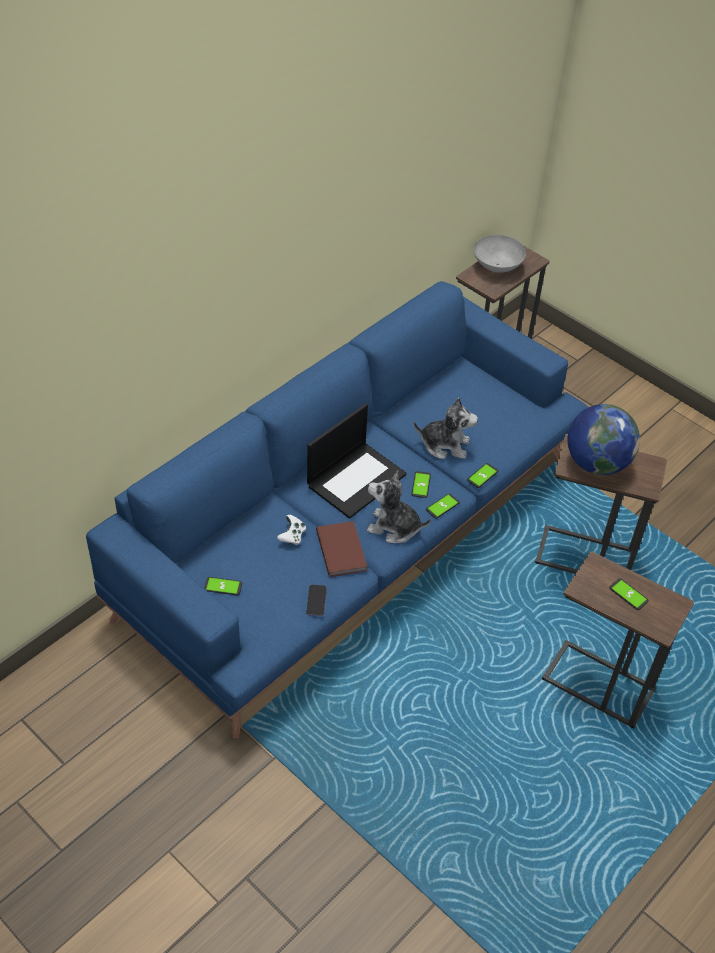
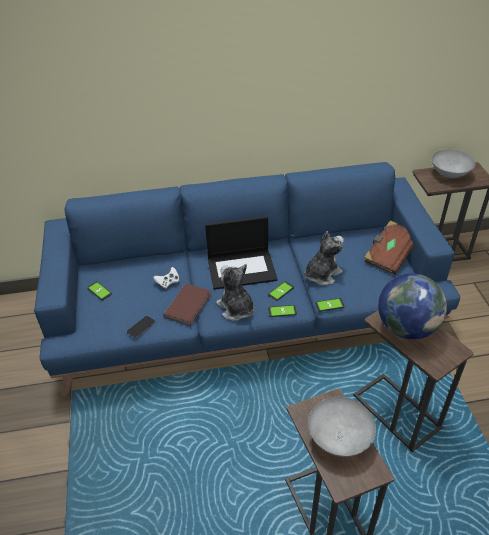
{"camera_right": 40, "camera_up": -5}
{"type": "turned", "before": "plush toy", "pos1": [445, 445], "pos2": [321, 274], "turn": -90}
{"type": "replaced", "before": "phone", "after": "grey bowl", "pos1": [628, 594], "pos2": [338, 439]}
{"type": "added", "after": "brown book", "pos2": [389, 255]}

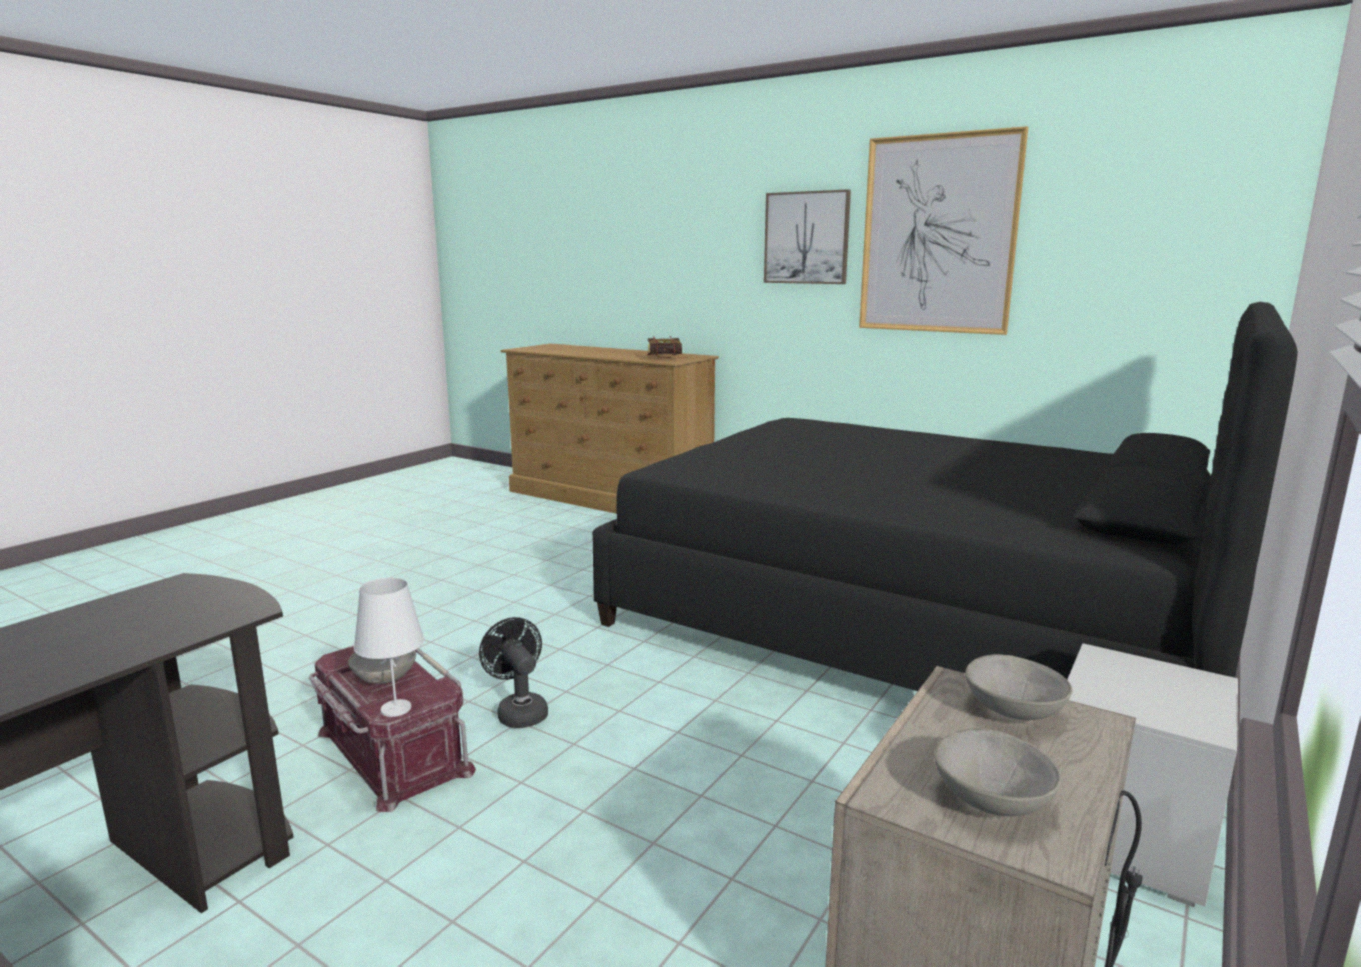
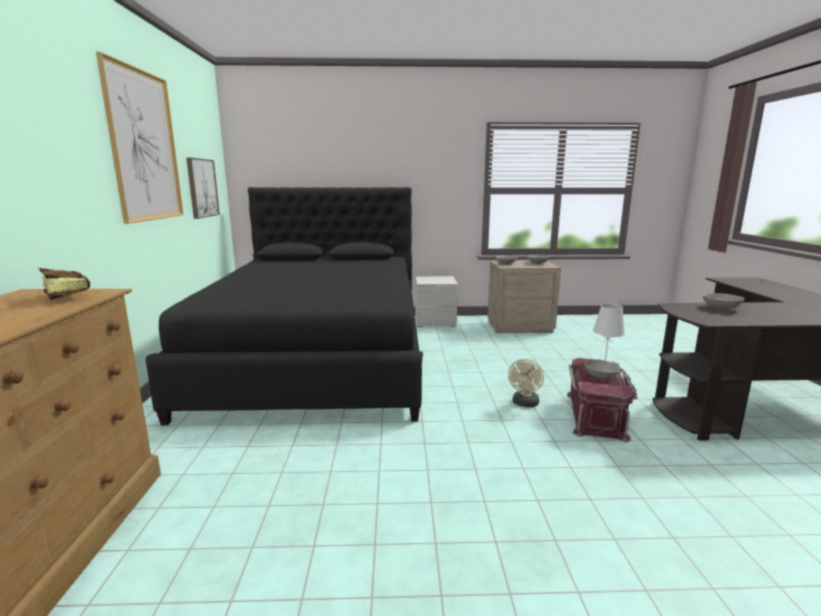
{"camera_right": -125, "camera_up": 0}
{"type": "moved", "before": "picture", "pos1": [807, 238], "pos2": [202, 188]}
{"type": "recoloured", "before": "black fan", "after": "beige fan", "pos1": [519, 711], "pos2": [525, 404]}
{"type": "added", "after": "grey bowl", "pos2": [721, 308]}

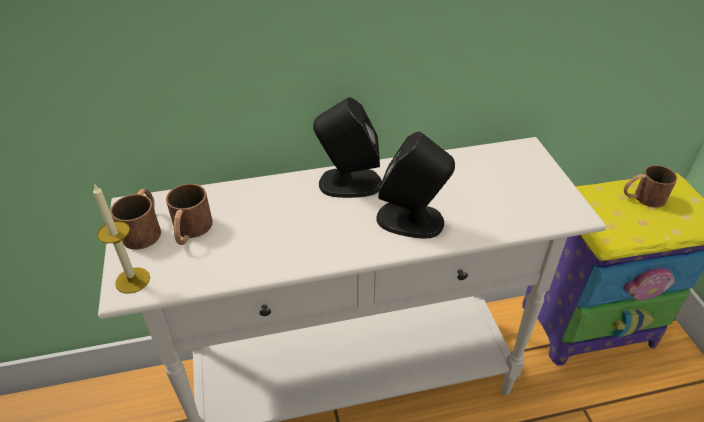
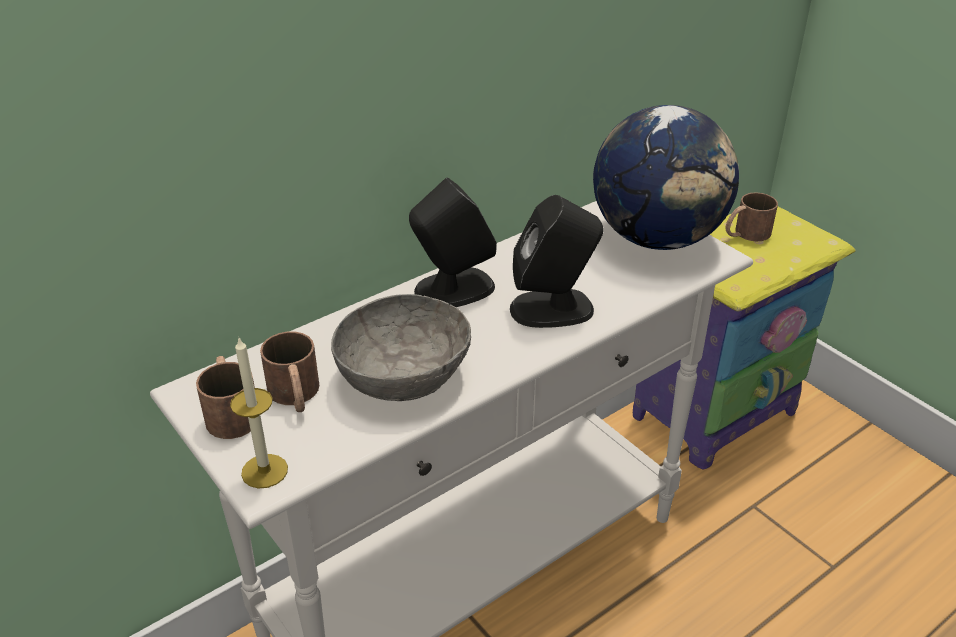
{"camera_right": -25, "camera_up": -5}
{"type": "added", "after": "grey bowl", "pos2": [403, 375]}
{"type": "added", "after": "globe", "pos2": [657, 238]}

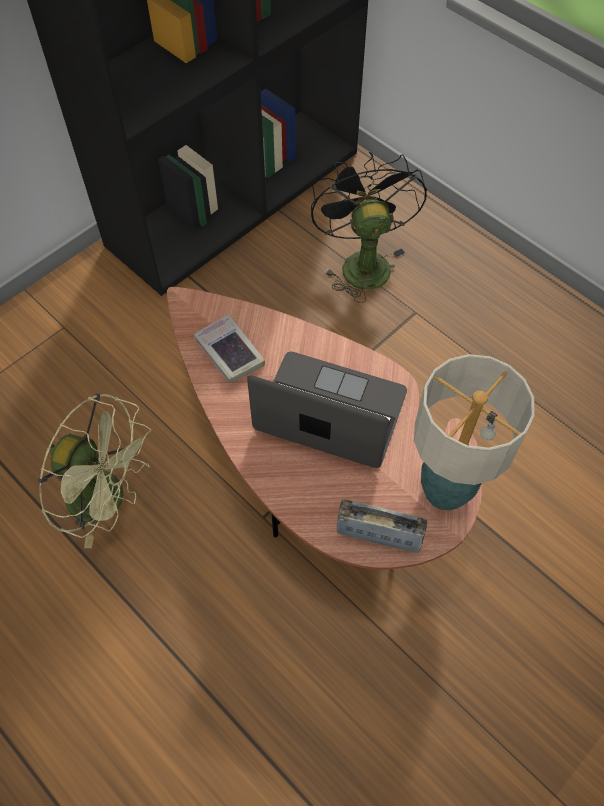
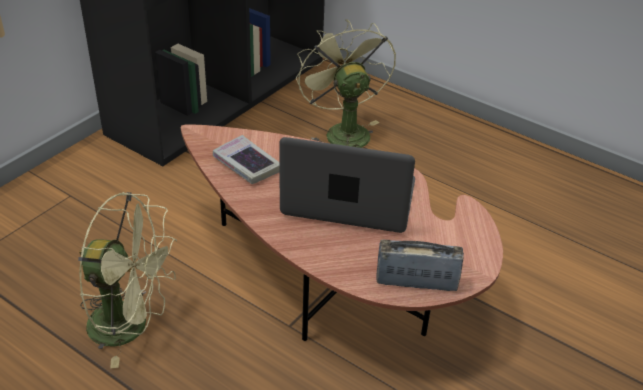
{"camera_right": -10, "camera_up": -20}
{"type": "recoloured", "before": "black fan", "after": "green fan", "pos1": [361, 262], "pos2": [342, 131]}
{"type": "removed", "before": "table lamp", "pos1": [446, 490]}

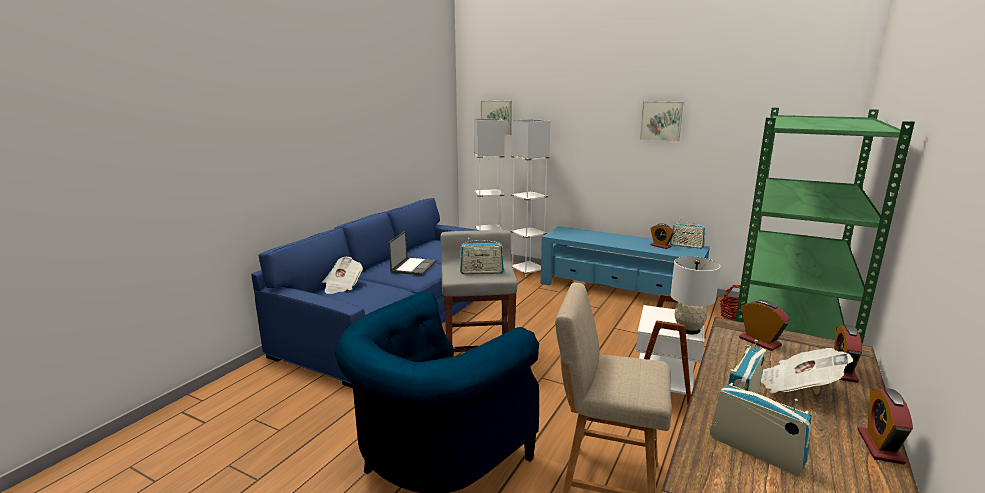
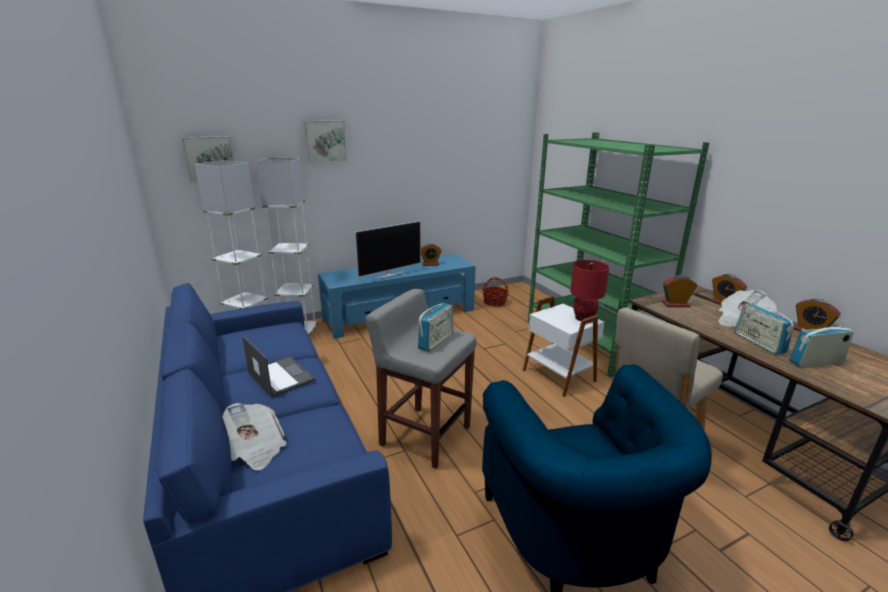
{"camera_right": -55, "camera_up": 5}
{"type": "moved", "before": "picture", "pos1": [661, 121], "pos2": [325, 141]}
{"type": "added", "after": "television", "pos2": [389, 275]}
{"type": "recoloured", "before": "white table lamp", "after": "red table lamp", "pos1": [689, 329], "pos2": [584, 318]}
{"type": "removed", "before": "radio", "pos1": [686, 246]}

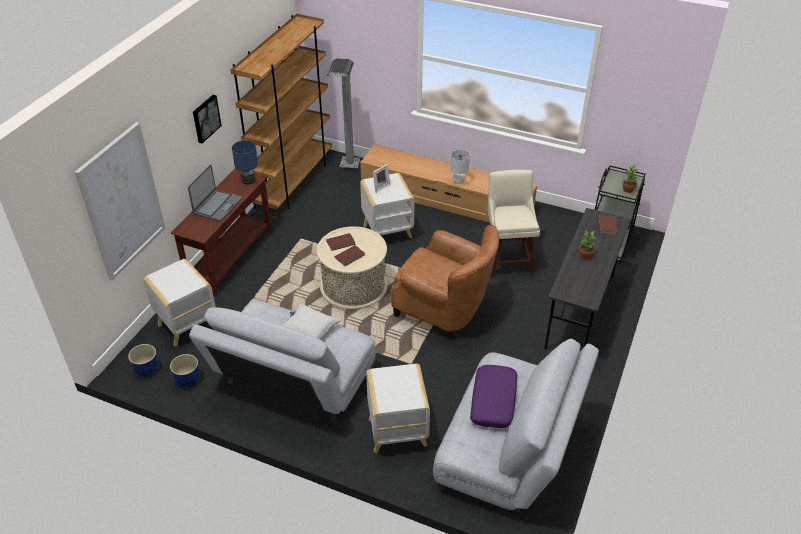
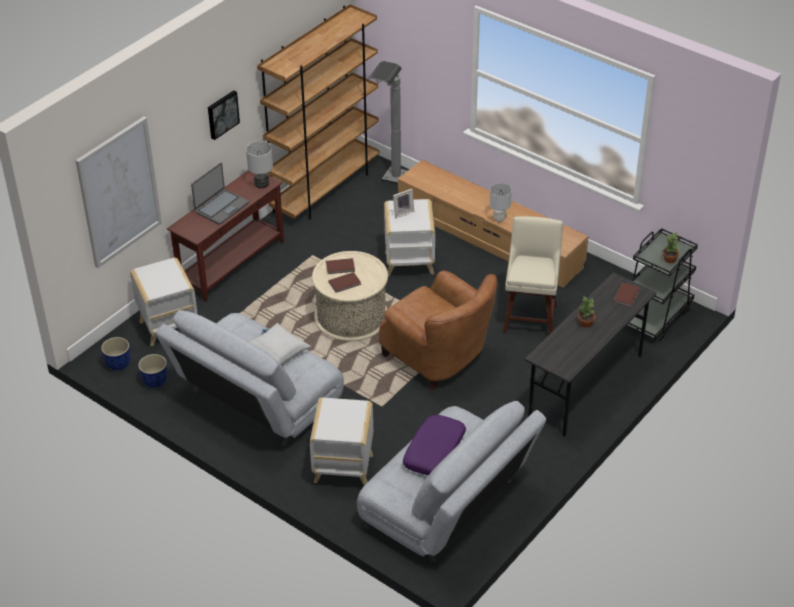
{"camera_right": 15, "camera_up": 0}
{"type": "recoloured", "before": "blue table lamp", "after": "grey table lamp", "pos1": [249, 180], "pos2": [262, 184]}

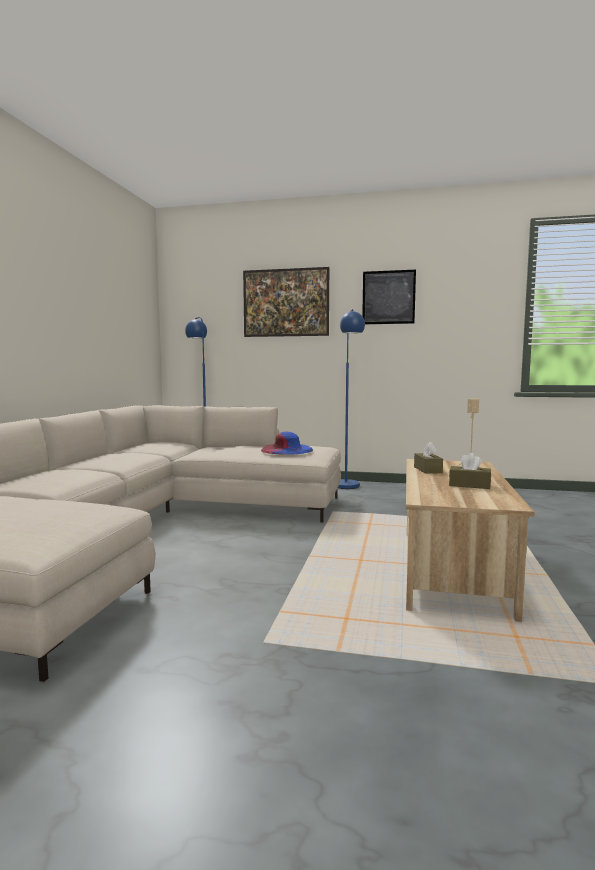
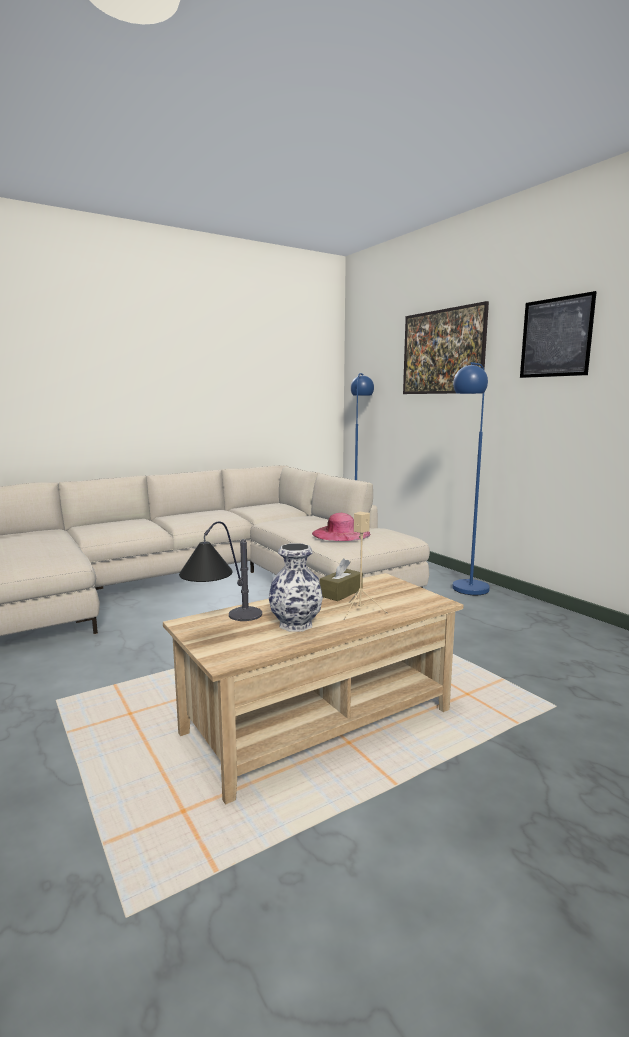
{"camera_right": 45, "camera_up": 5}
{"type": "added", "after": "table lamp", "pos2": [223, 626]}
{"type": "replaced", "before": "brown tissue box", "after": "vase", "pos1": [469, 485], "pos2": [295, 624]}
{"type": "recoloured", "before": "blue hat", "after": "pink hat", "pos1": [286, 450], "pos2": [341, 533]}

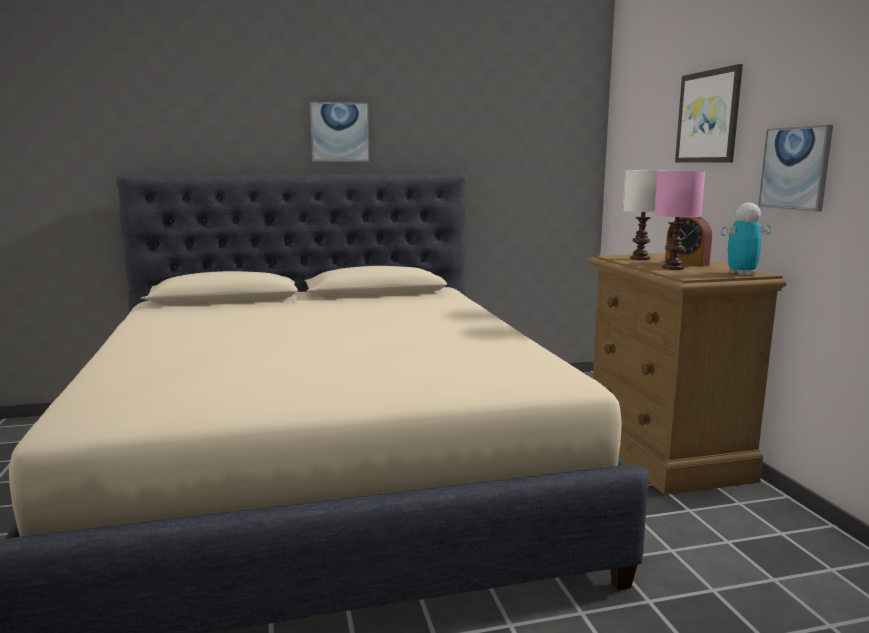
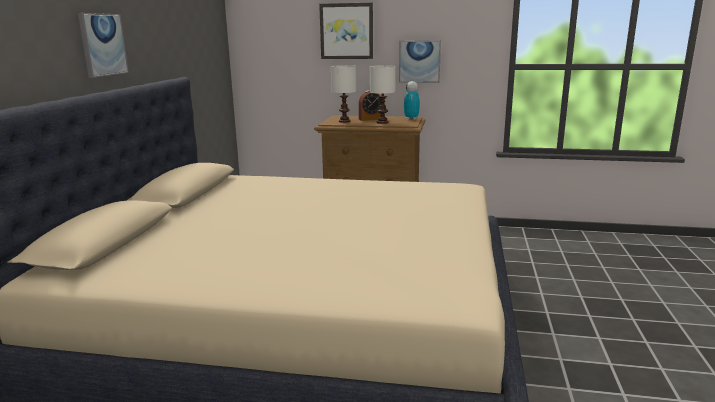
{"camera_right": -65, "camera_up": 5}
{"type": "recoloured", "before": "pink table lamp", "after": "white table lamp", "pos1": [672, 268], "pos2": [382, 122]}

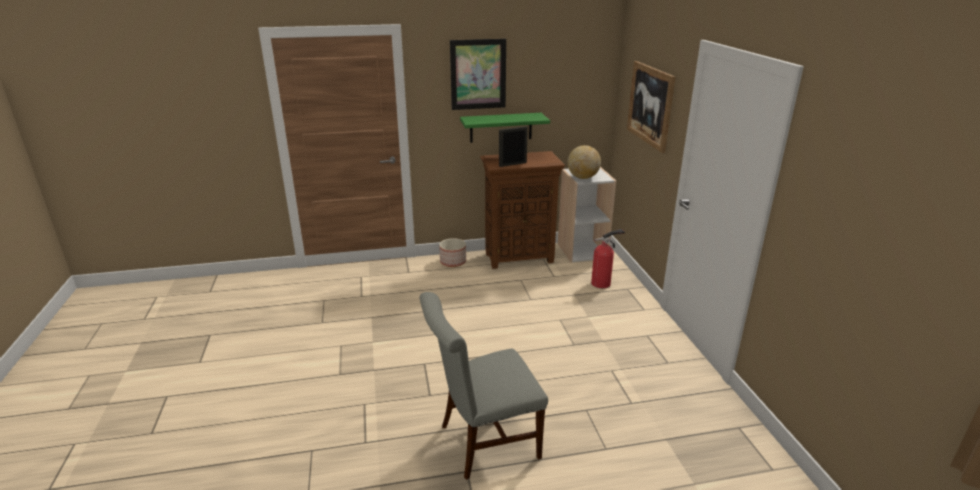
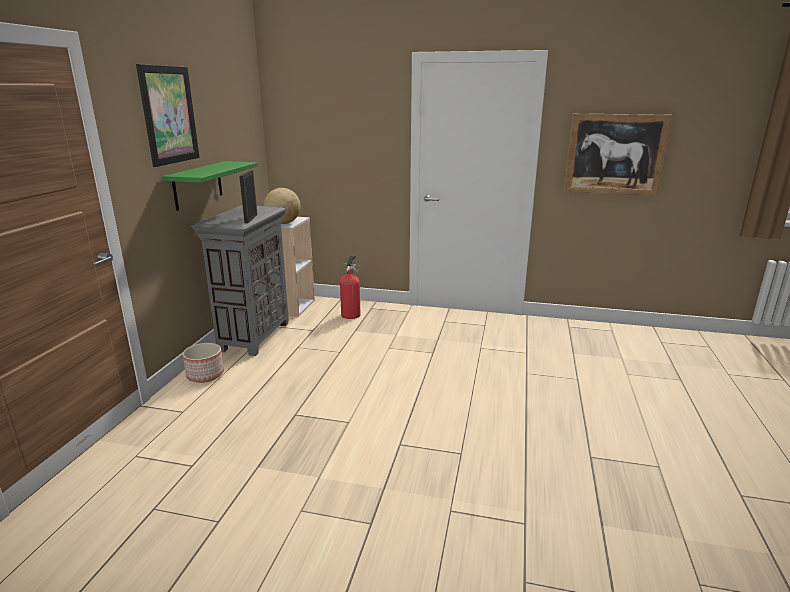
{"camera_right": -65, "camera_up": -5}
{"type": "recoloured", "before": "brown cabinet", "after": "grey cabinet", "pos1": [519, 257], "pos2": [254, 336]}
{"type": "moved", "before": "picture", "pos1": [650, 105], "pos2": [615, 154]}
{"type": "removed", "before": "grey chair", "pos1": [483, 442]}

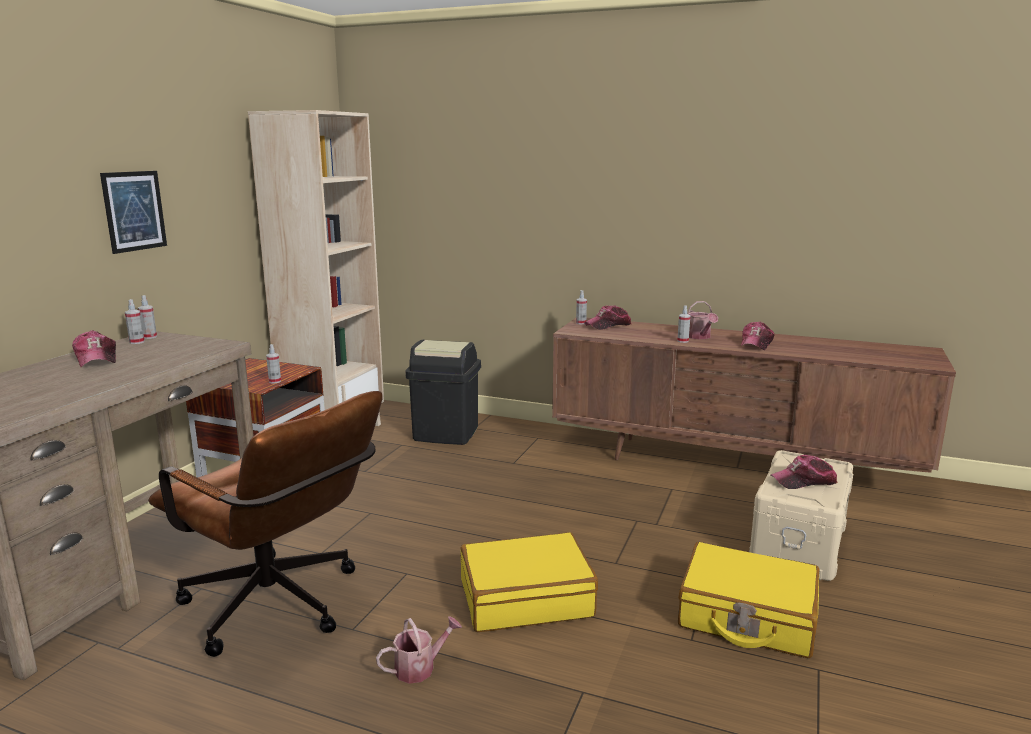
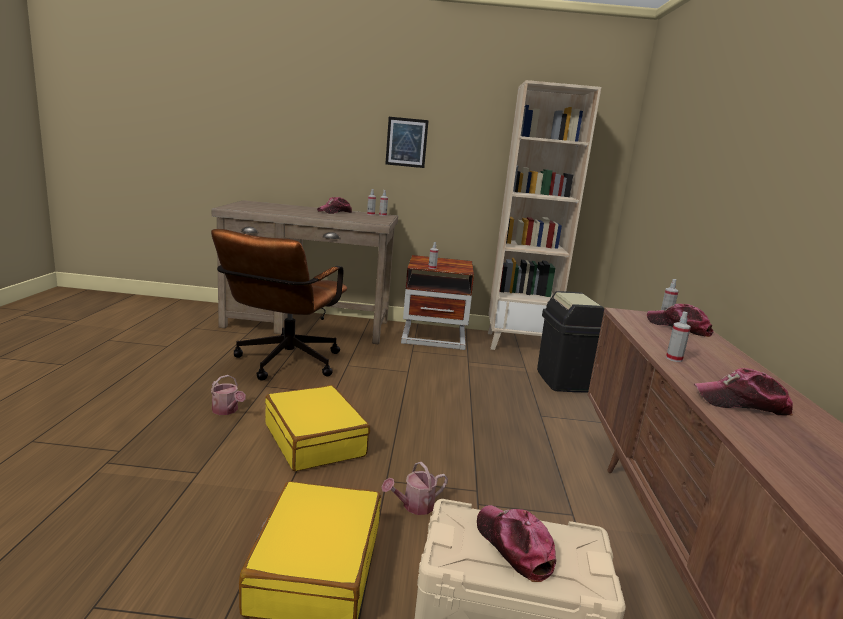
{"camera_right": 70, "camera_up": 0}
{"type": "moved", "before": "watering can", "pos1": [699, 337], "pos2": [414, 506]}

